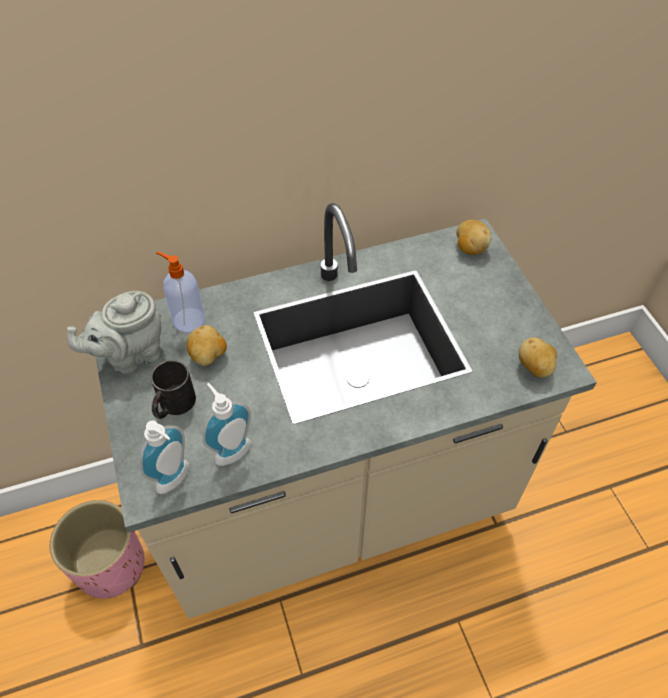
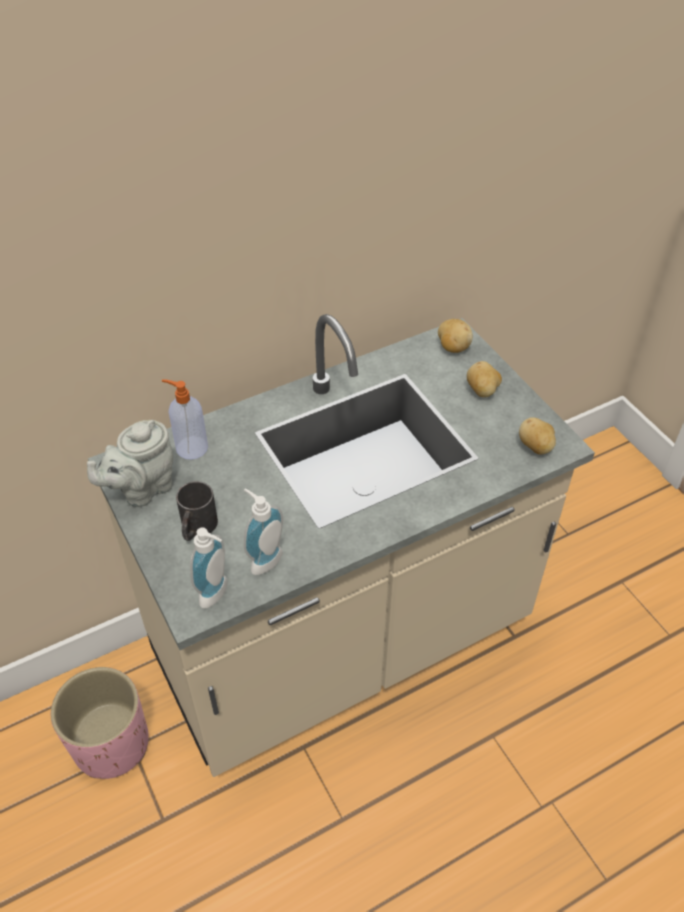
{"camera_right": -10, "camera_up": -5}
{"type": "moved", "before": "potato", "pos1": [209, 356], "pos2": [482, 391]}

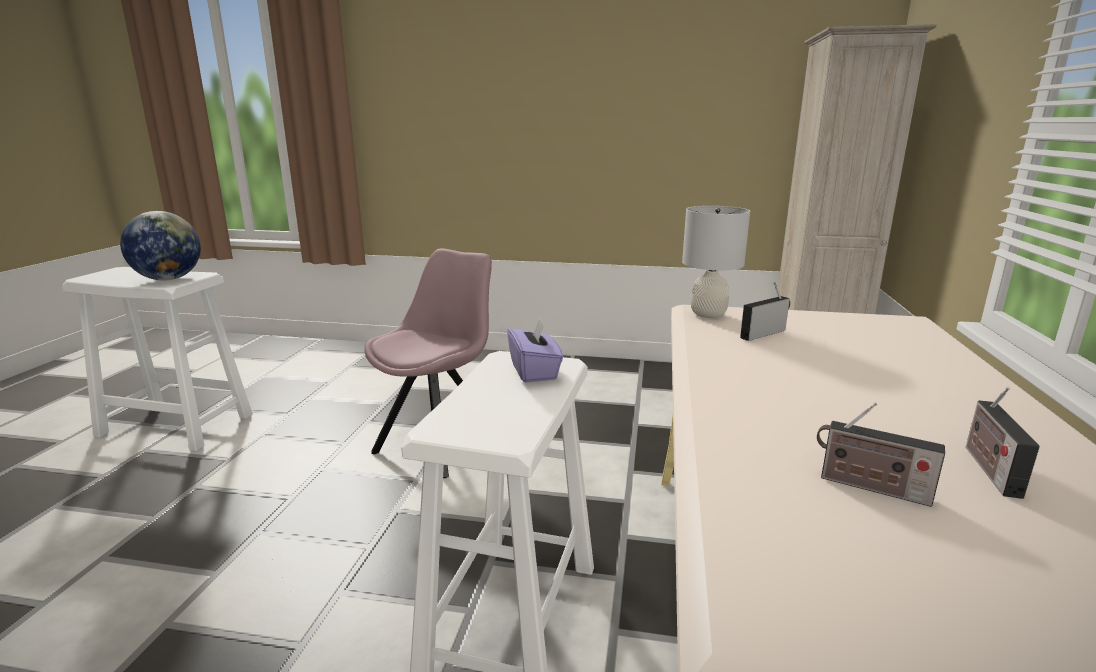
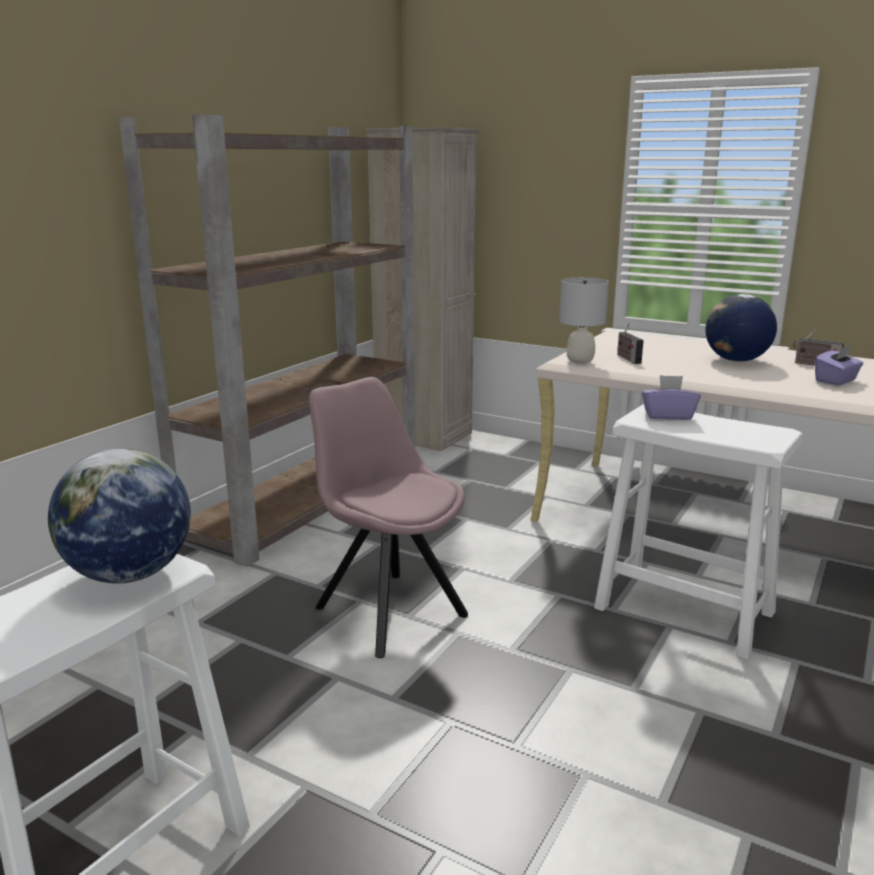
{"camera_right": -70, "camera_up": 0}
{"type": "added", "after": "brown bookcase", "pos2": [306, 499]}
{"type": "added", "after": "globe", "pos2": [736, 360]}
{"type": "replaced", "before": "radio", "after": "purple tissue box", "pos1": [868, 487], "pos2": [836, 381]}

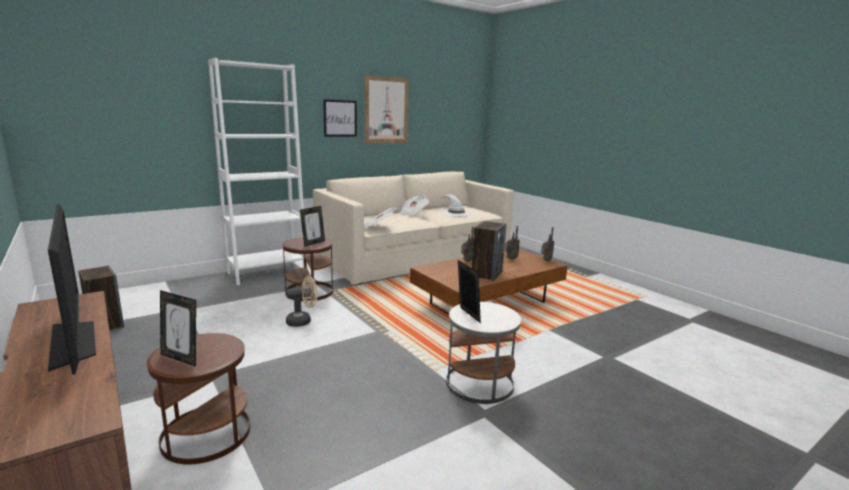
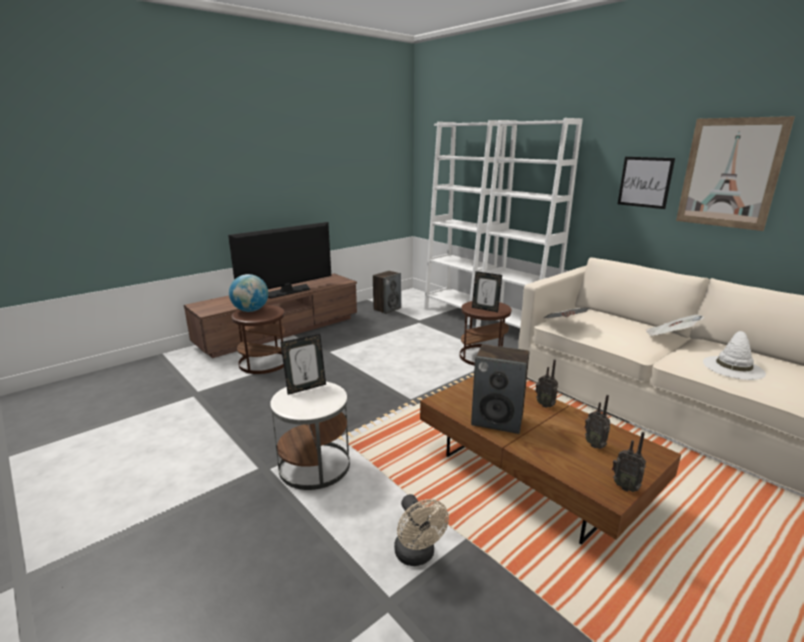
{"camera_right": 85, "camera_up": 5}
{"type": "replaced", "before": "picture frame", "after": "globe", "pos1": [181, 358], "pos2": [251, 310]}
{"type": "moved", "before": "beige fan", "pos1": [303, 321], "pos2": [417, 556]}
{"type": "added", "after": "white bookcase", "pos2": [457, 312]}

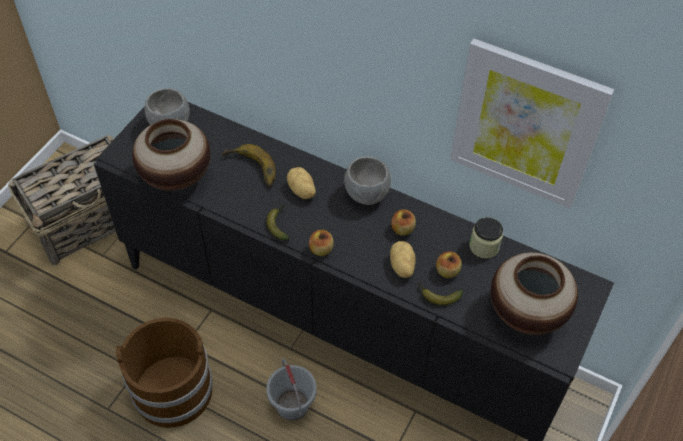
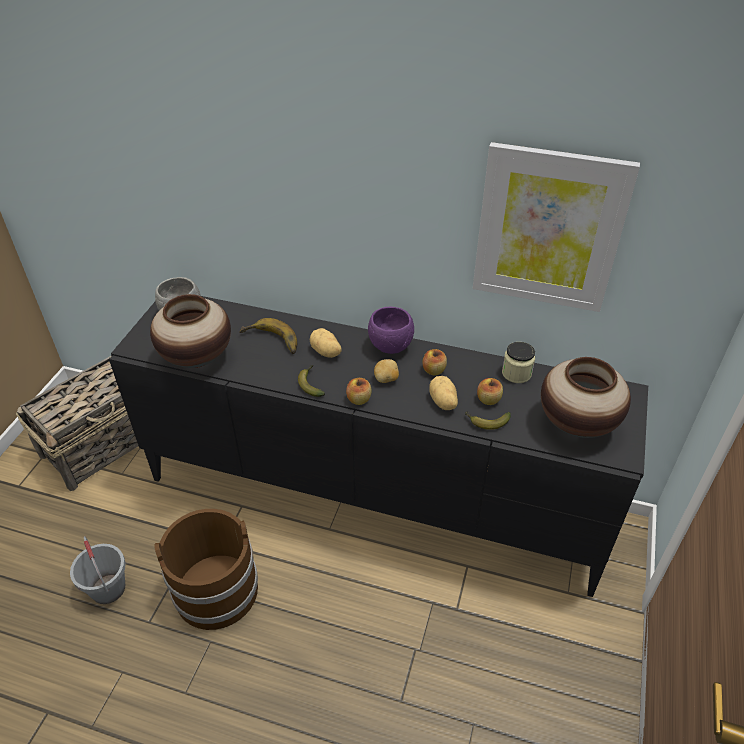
{"camera_right": -10, "camera_up": -10}
{"type": "moved", "before": "grey bucket", "pos1": [293, 405], "pos2": [108, 589]}
{"type": "recoloured", "before": "grey bowl", "after": "purple bowl", "pos1": [367, 194], "pos2": [390, 346]}
{"type": "added", "after": "potato", "pos2": [386, 379]}

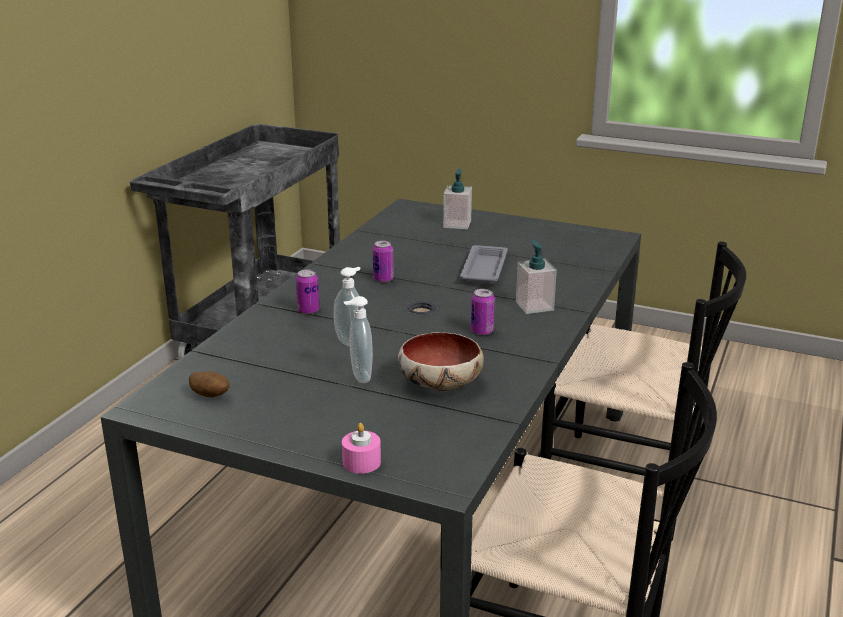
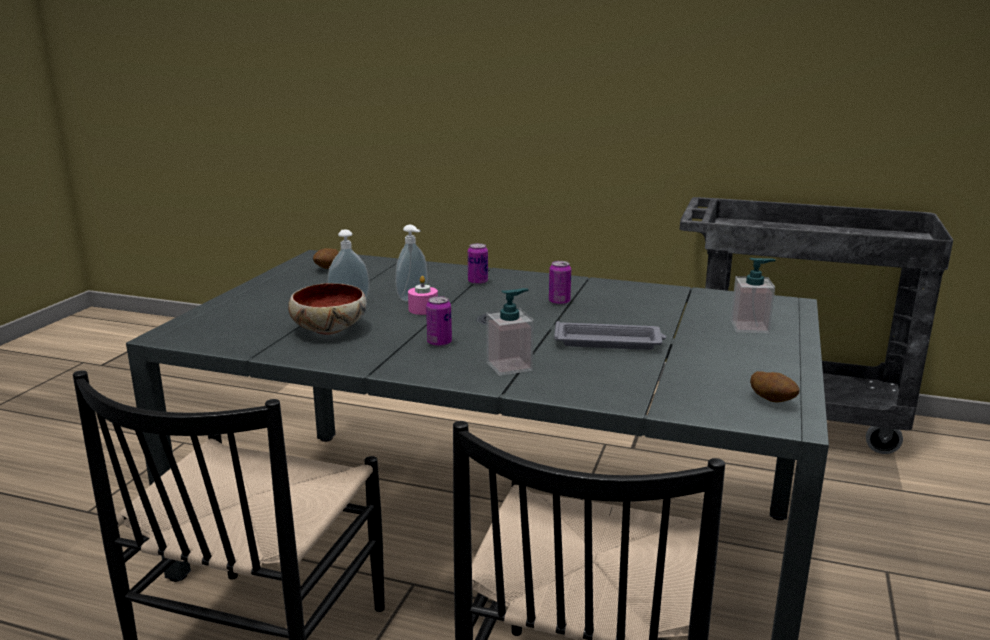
{"camera_right": 85, "camera_up": -5}
{"type": "moved", "before": "pink candle", "pos1": [361, 462], "pos2": [423, 309]}
{"type": "added", "after": "potato", "pos2": [772, 401]}

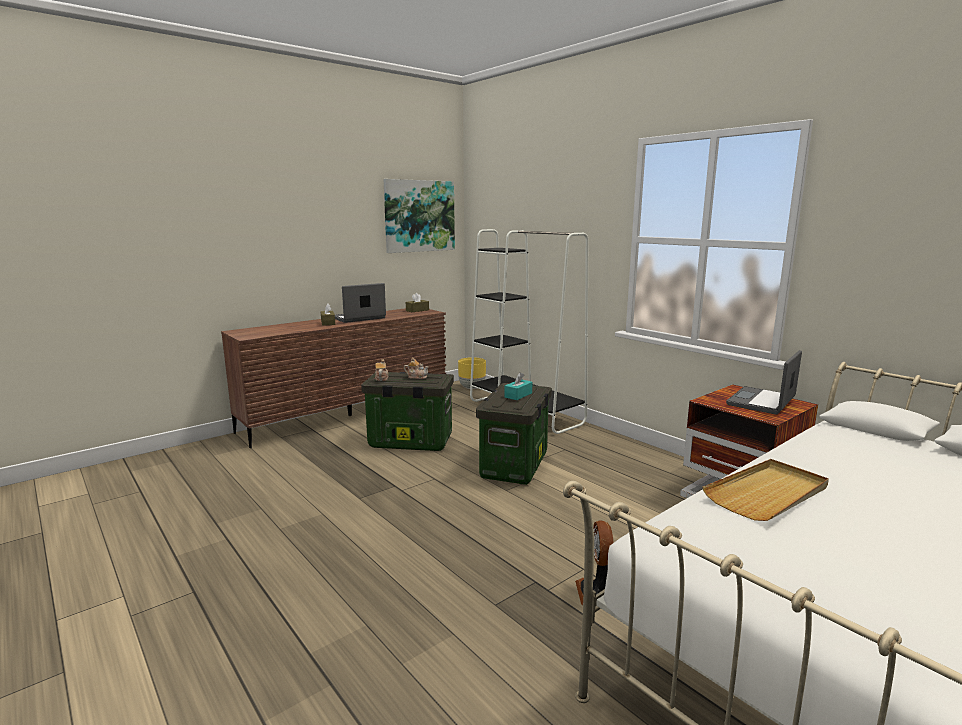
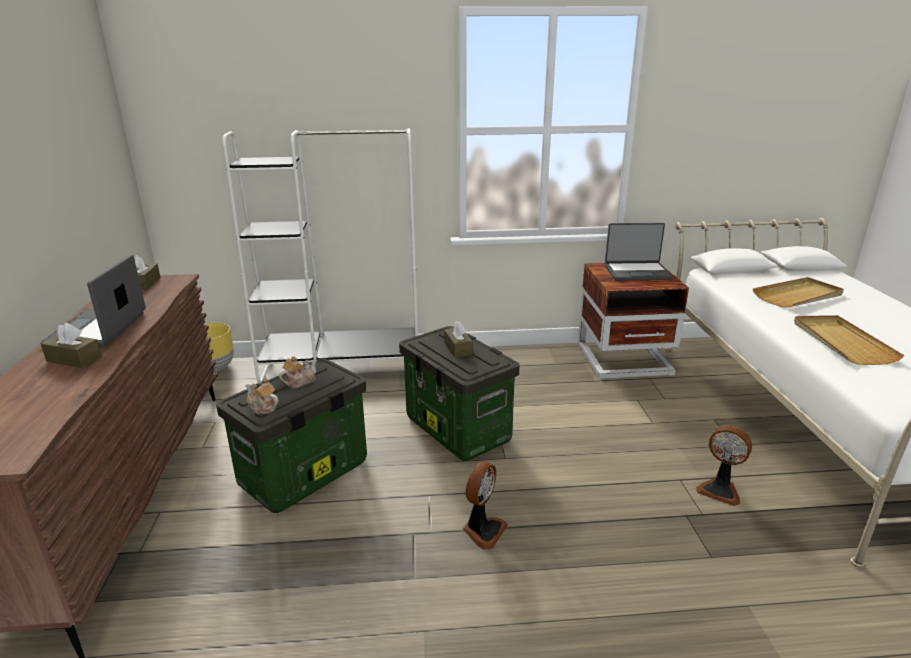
{"camera_right": -55, "camera_up": 10}
{"type": "recoloured", "before": "turquoise tissue box", "after": "brown tissue box", "pos1": [518, 395], "pos2": [458, 348]}
{"type": "added", "after": "fan", "pos2": [483, 530]}
{"type": "turned", "before": "laptop", "pos1": [762, 402], "pos2": [637, 272], "turn": -75}
{"type": "added", "after": "beige tray", "pos2": [798, 296]}
{"type": "removed", "before": "picture", "pos1": [419, 216]}

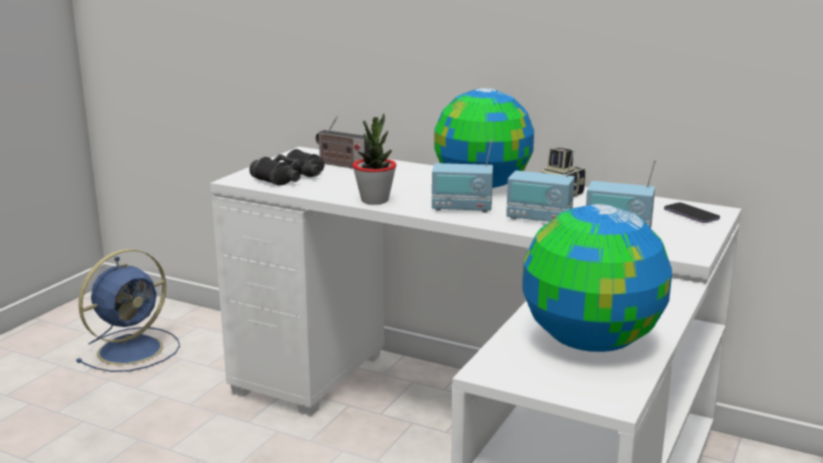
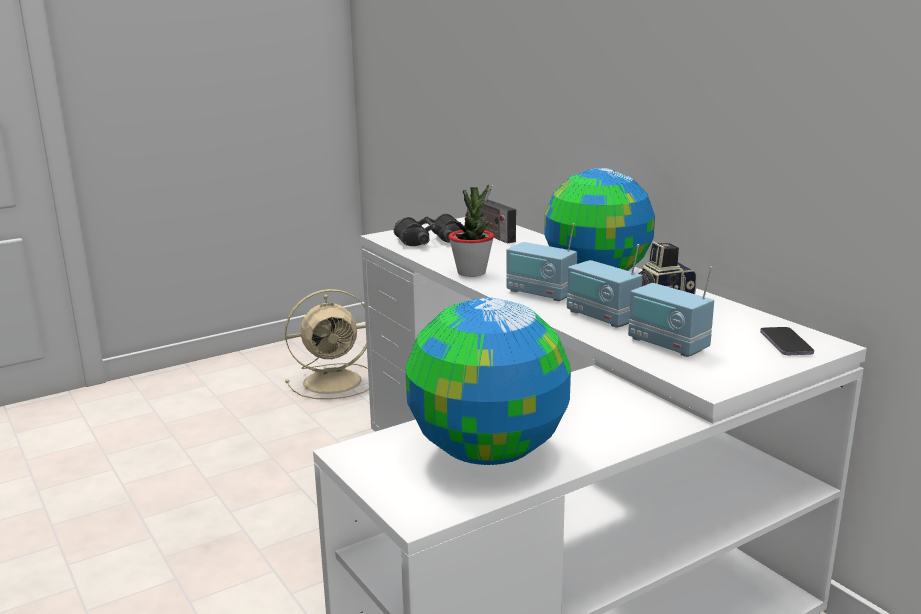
{"camera_right": 30, "camera_up": 0}
{"type": "recoloured", "before": "blue fan", "after": "beige fan", "pos1": [133, 349], "pos2": [335, 381]}

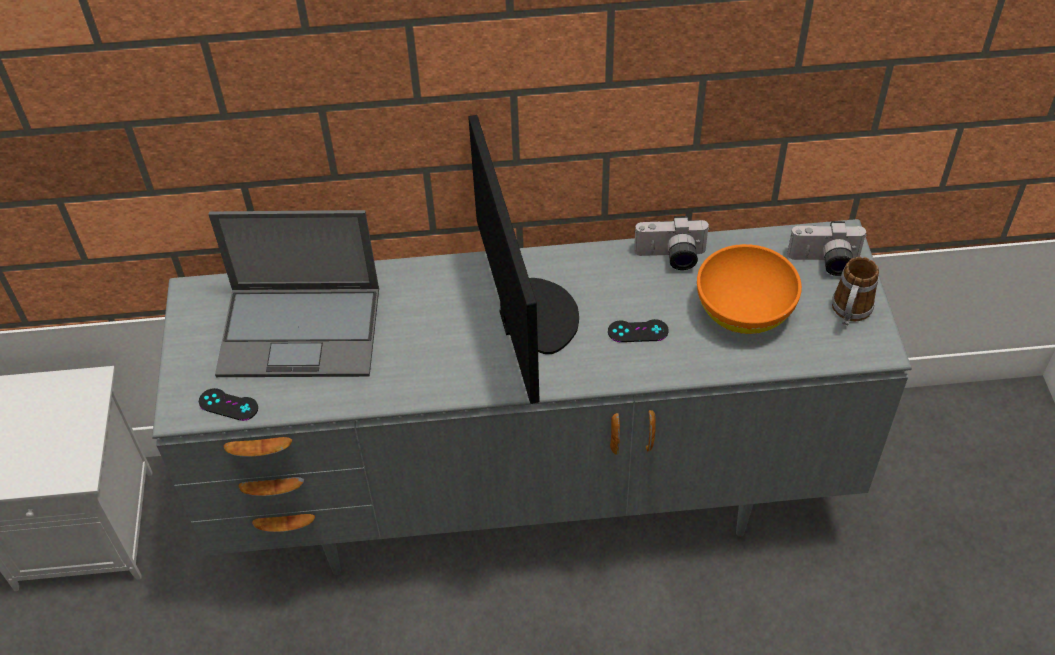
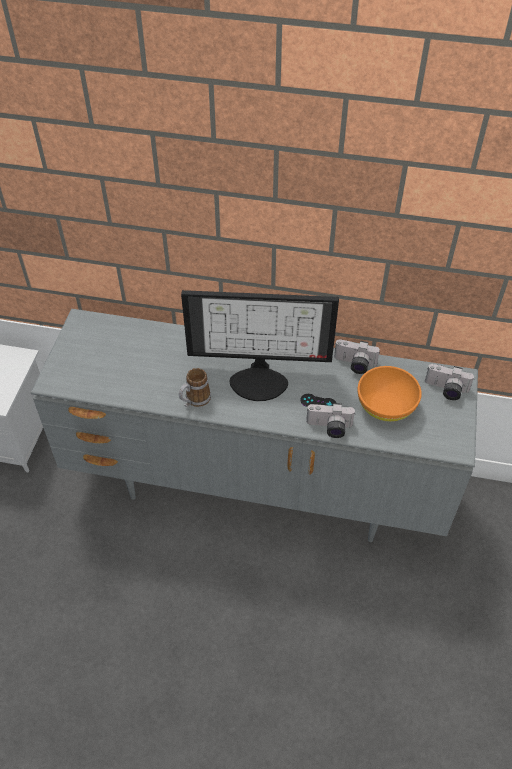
{"camera_right": 15, "camera_up": 0}
{"type": "moved", "before": "mug", "pos1": [849, 313], "pos2": [194, 401]}
{"type": "turned", "before": "monitor", "pos1": [531, 316], "pos2": [260, 378], "turn": 90}
{"type": "added", "after": "photo camera", "pos2": [329, 428]}
{"type": "removed", "before": "black game controller", "pos1": [228, 405]}
{"type": "removed", "before": "laptop", "pos1": [302, 331]}

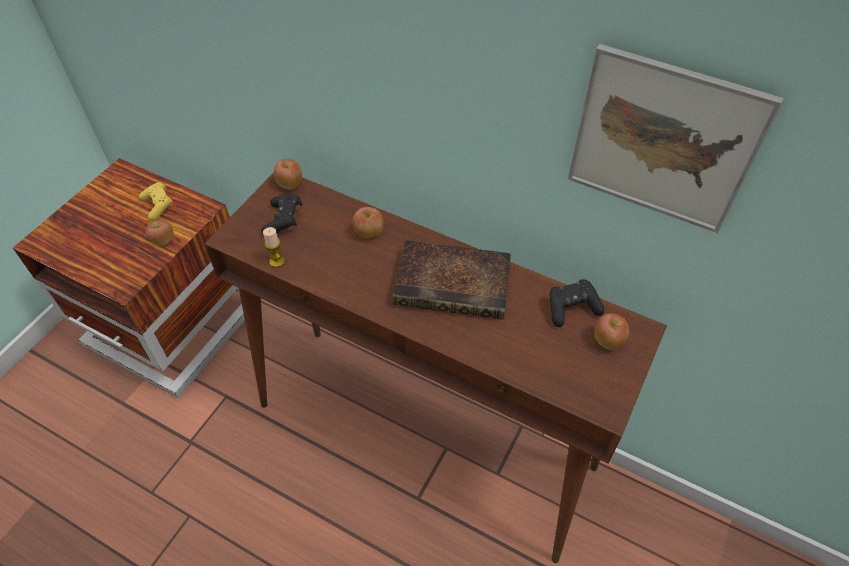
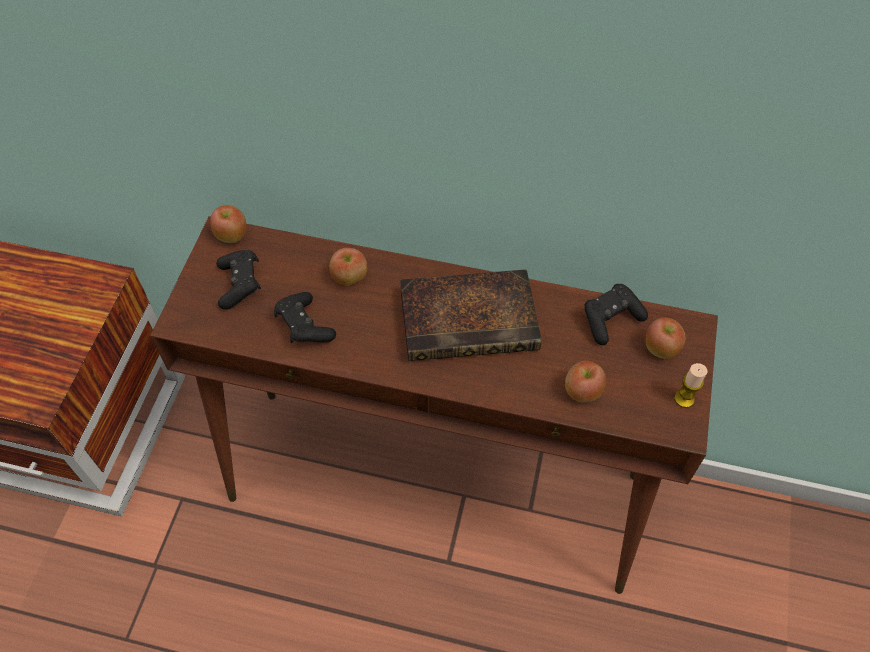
{"camera_right": -15, "camera_up": 5}
{"type": "added", "after": "black game controller", "pos2": [304, 326]}
{"type": "moved", "before": "apple", "pos1": [163, 241], "pos2": [582, 391]}
{"type": "moved", "before": "candle", "pos1": [277, 261], "pos2": [684, 399]}
{"type": "removed", "before": "yellow game controller", "pos1": [158, 206]}
{"type": "removed", "before": "picture", "pos1": [663, 141]}

